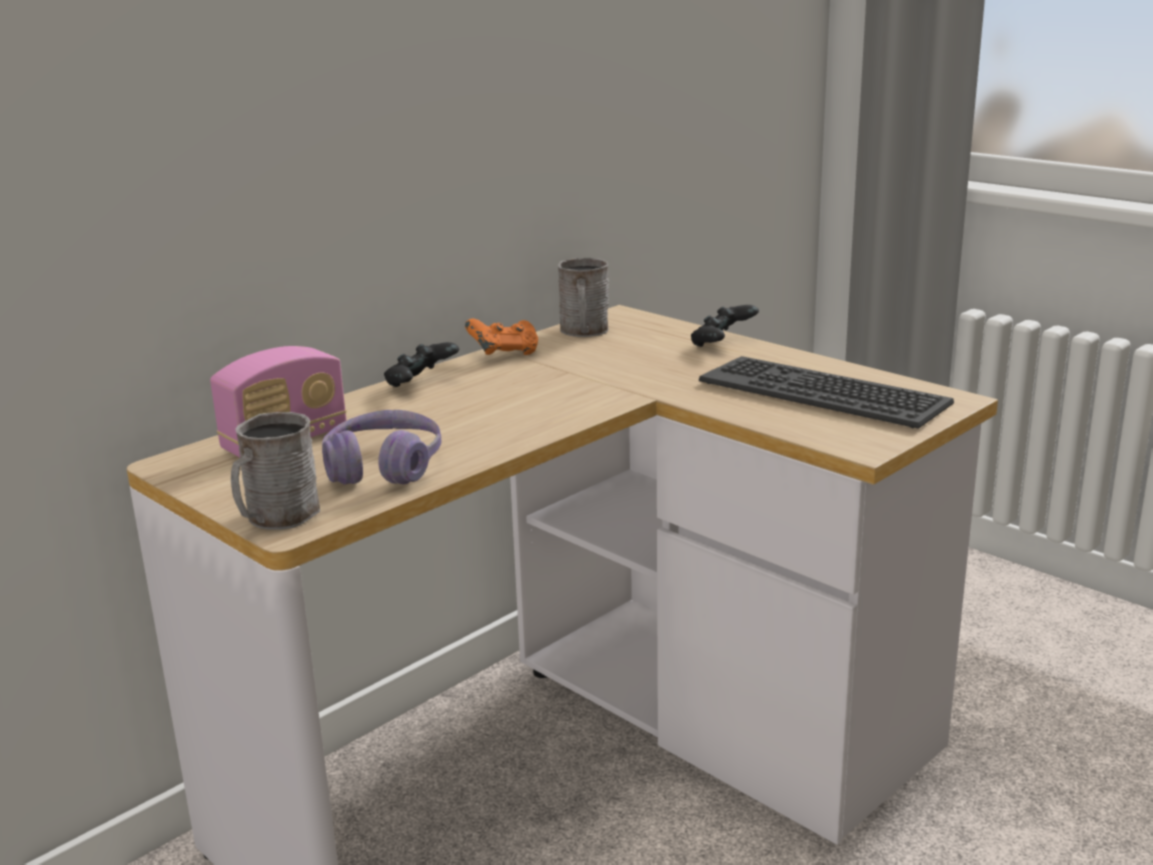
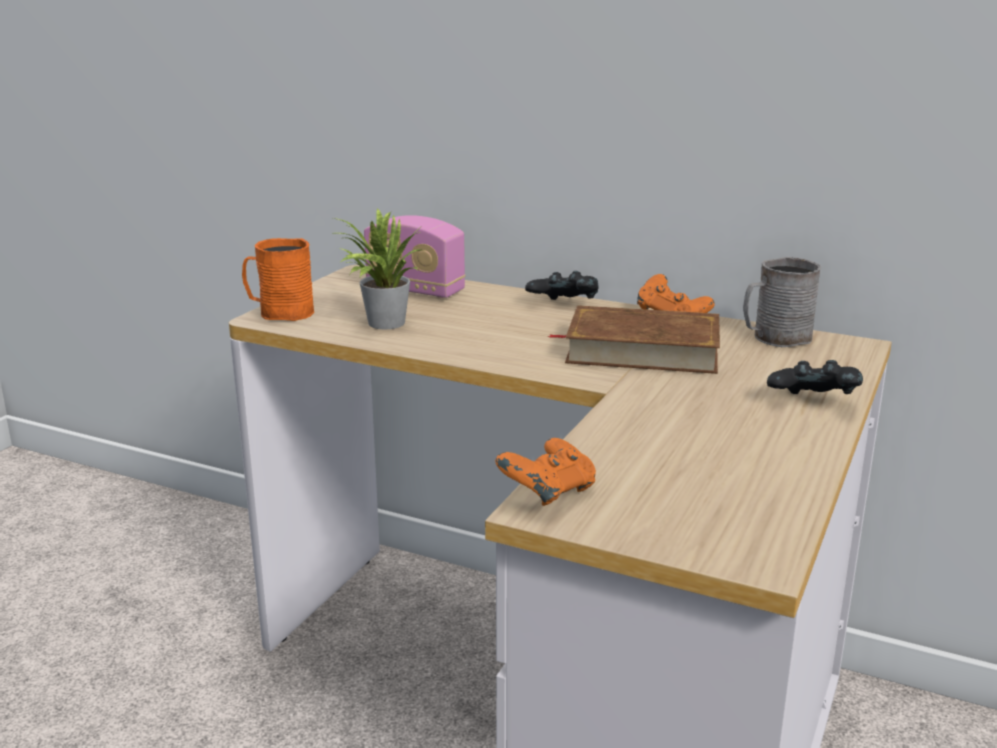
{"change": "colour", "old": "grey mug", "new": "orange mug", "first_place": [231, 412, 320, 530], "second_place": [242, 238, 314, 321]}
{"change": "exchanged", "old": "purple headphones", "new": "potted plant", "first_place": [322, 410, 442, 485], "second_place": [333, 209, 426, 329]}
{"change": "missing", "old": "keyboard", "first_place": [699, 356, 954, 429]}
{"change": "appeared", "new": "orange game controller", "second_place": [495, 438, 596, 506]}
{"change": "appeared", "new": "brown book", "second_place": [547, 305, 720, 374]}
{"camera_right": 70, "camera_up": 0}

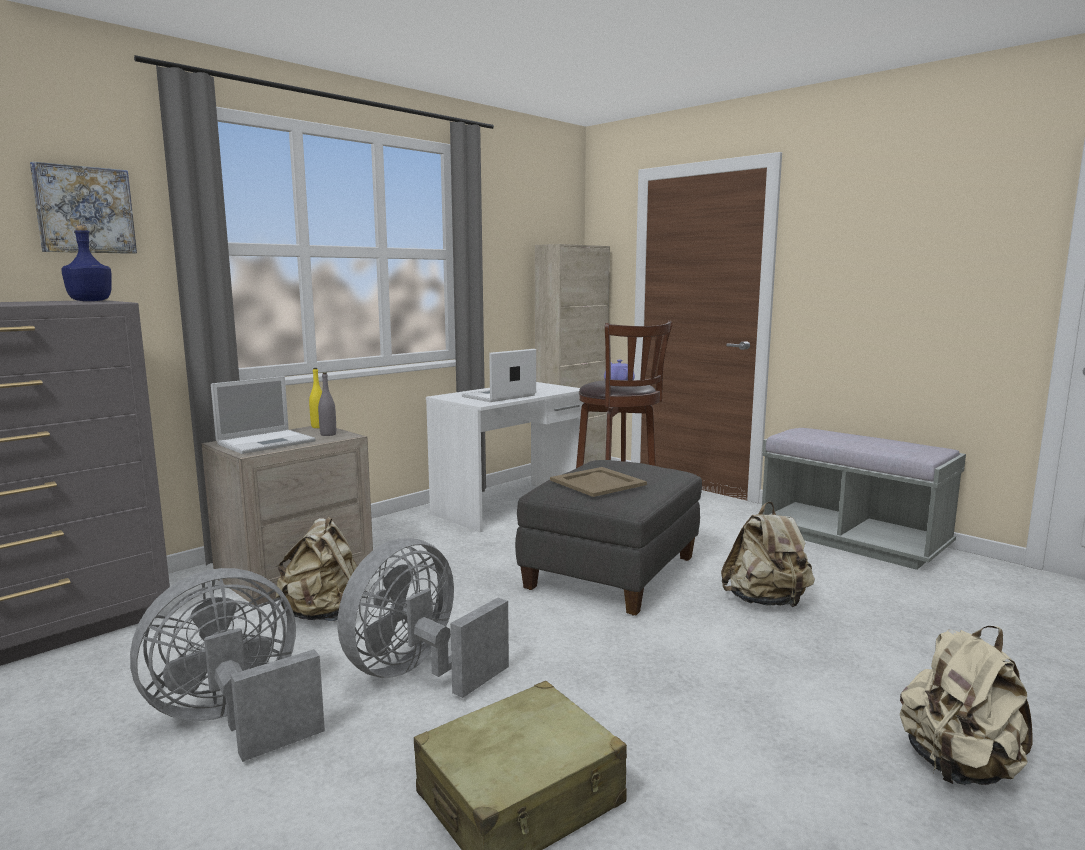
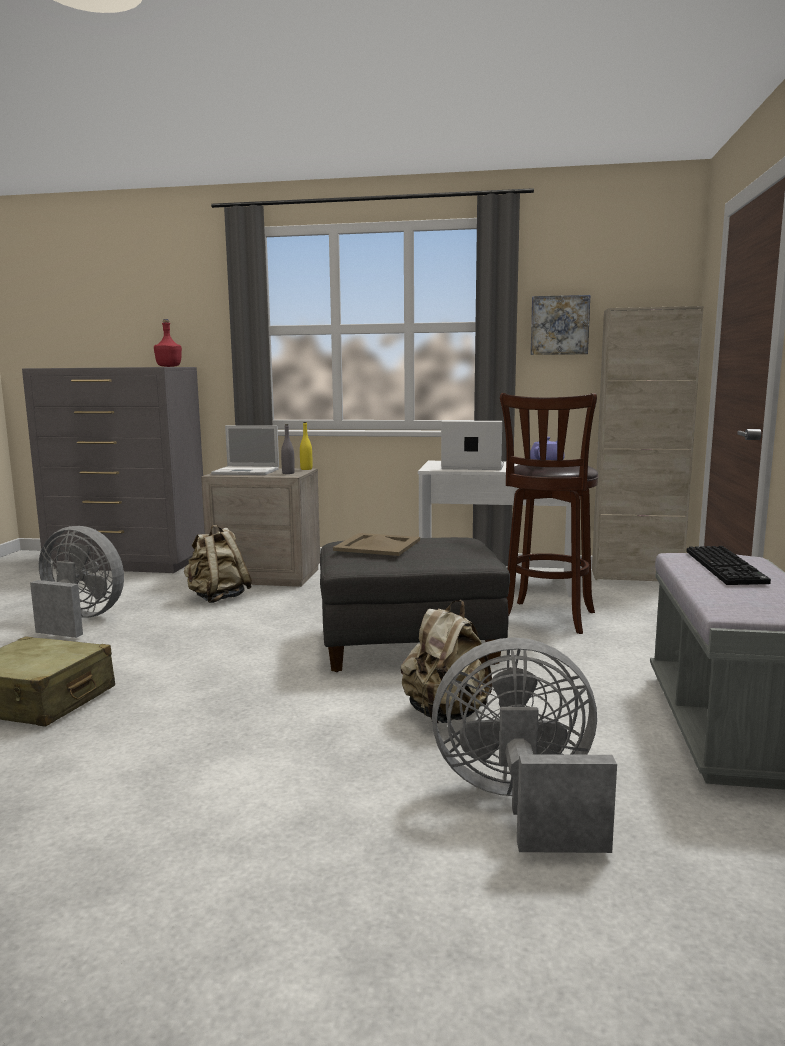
{"change": "relocated", "old": "picture", "first_place": [30, 161, 137, 254], "second_place": [531, 295, 590, 355]}
{"change": "colour", "old": "blue bottle", "new": "red bottle", "first_place": [61, 225, 112, 301], "second_place": [154, 319, 182, 367]}
{"change": "relocated", "old": "grey fan", "first_place": [337, 538, 509, 698], "second_place": [432, 638, 617, 853]}
{"change": "missing", "old": "beige backpack", "first_place": [900, 626, 1033, 785]}
{"change": "appeared", "new": "keyboard", "second_place": [687, 546, 771, 585]}
{"camera_right": 55, "camera_up": 0}

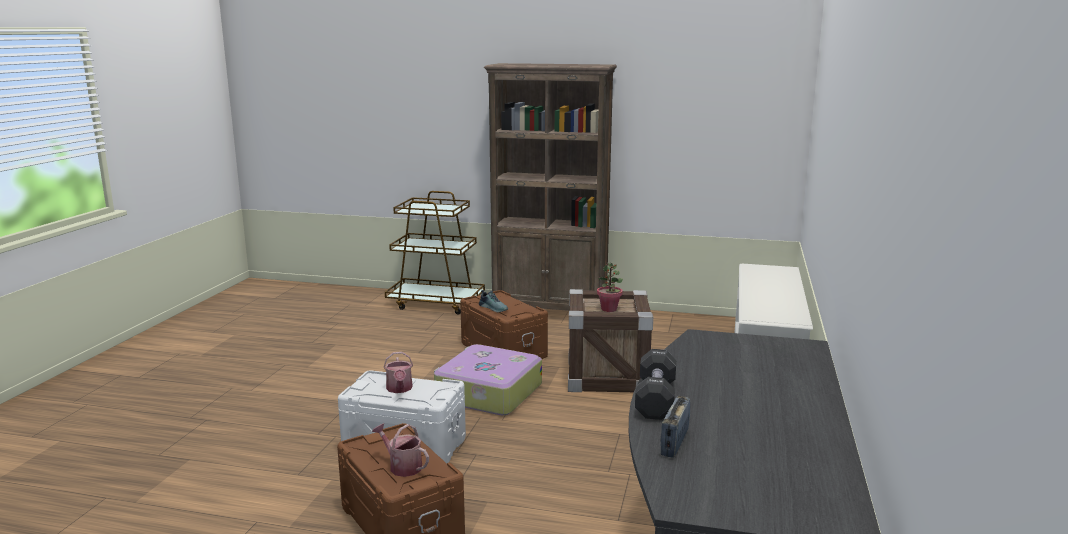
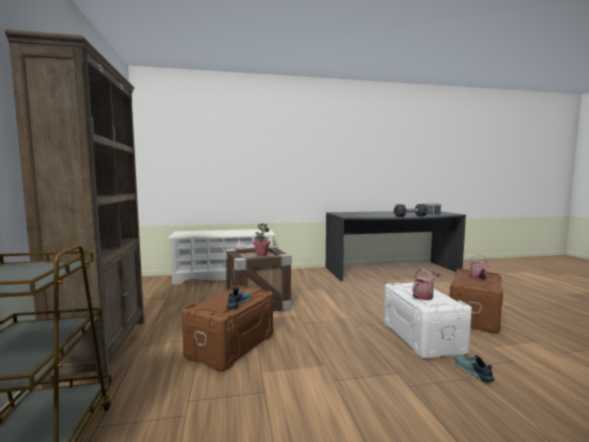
{"change": "missing", "old": "suitcase", "first_place": [434, 344, 542, 415]}
{"change": "appeared", "new": "shoe", "second_place": [454, 355, 494, 383]}
{"camera_right": -115, "camera_up": -10}

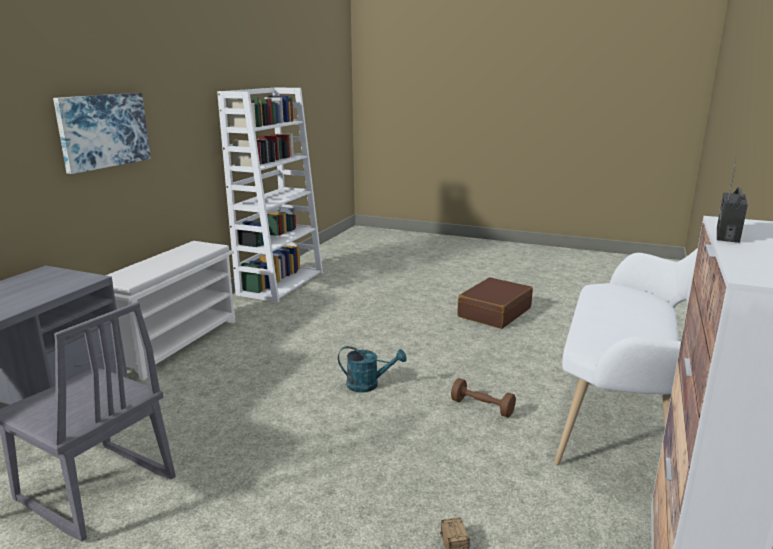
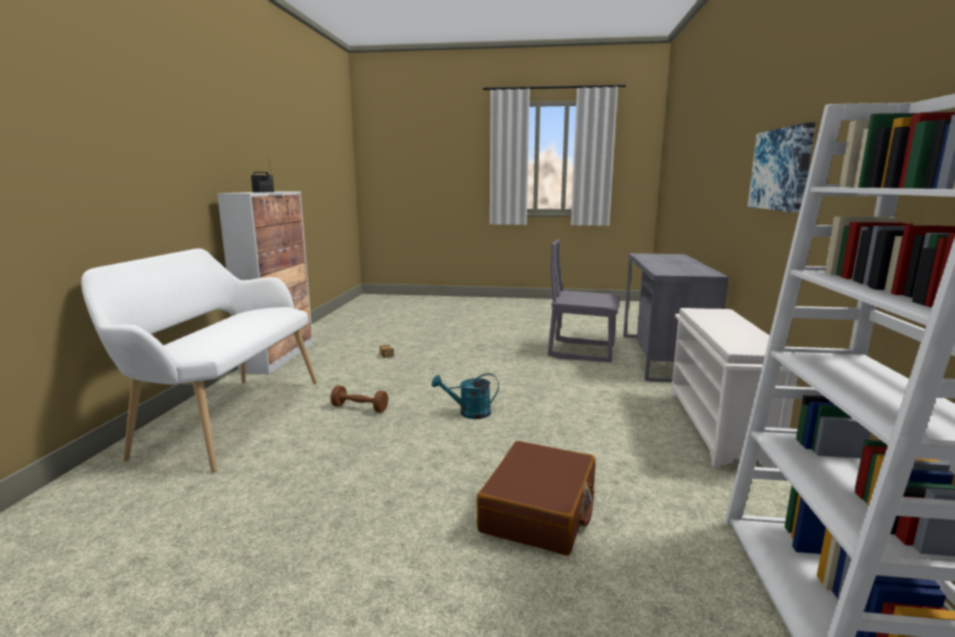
{"change": "relocated", "old": "brown suitcase", "first_place": [457, 277, 533, 329], "second_place": [477, 441, 595, 556]}
{"camera_right": 165, "camera_up": -5}

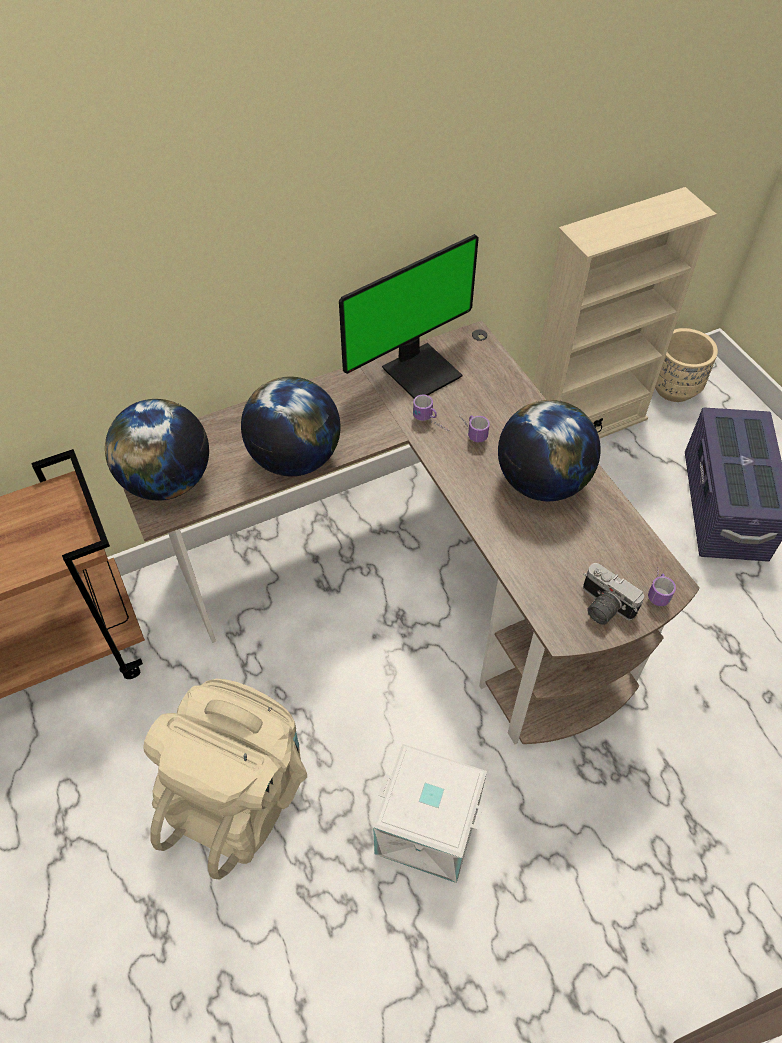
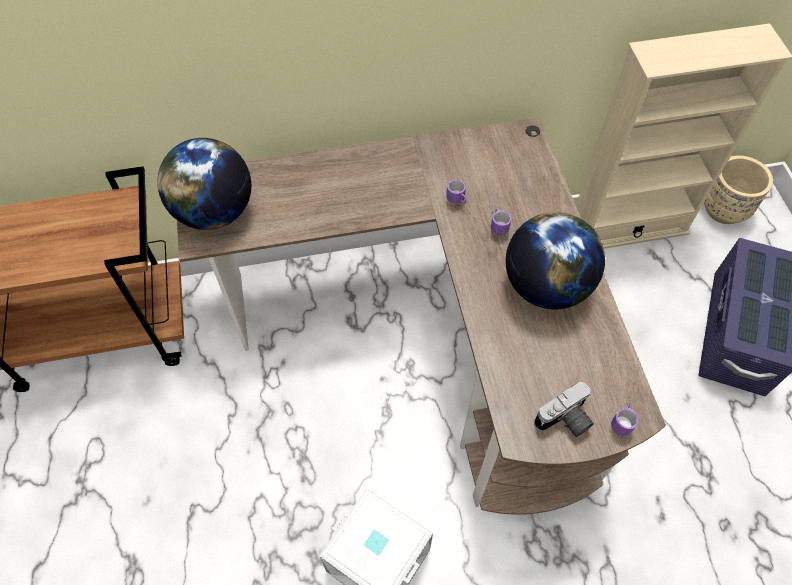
{"change": "missing", "old": "beige backpack", "first_place": [143, 679, 307, 880]}
{"change": "missing", "old": "globe", "first_place": [241, 377, 341, 476]}
{"change": "missing", "old": "monitor", "first_place": [339, 234, 479, 398]}
{"change": "spun", "old": "photo camera", "first_place": [583, 563, 644, 625], "second_place": [534, 382, 594, 437], "degrees": -90}
{"camera_right": 15, "camera_up": 5}

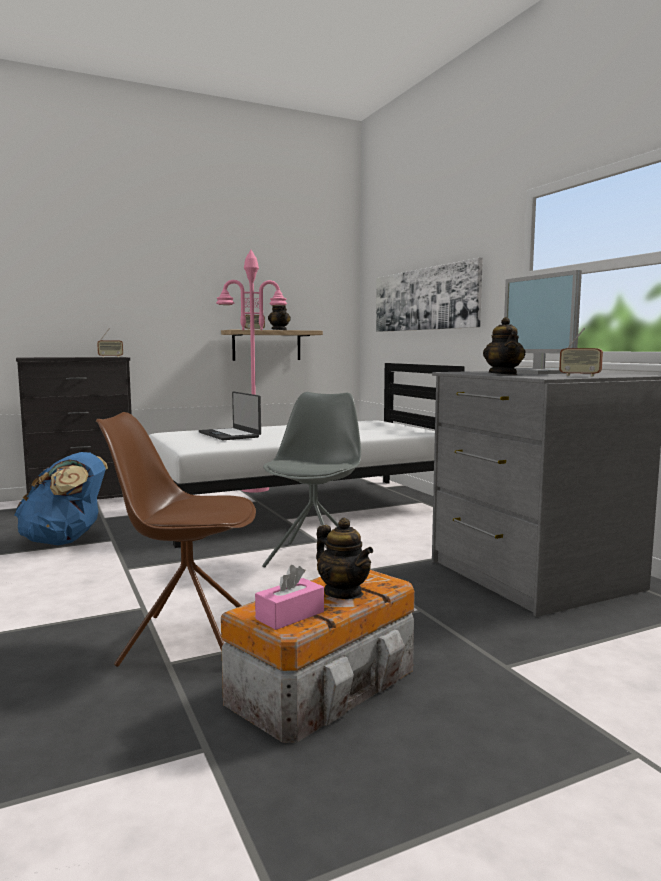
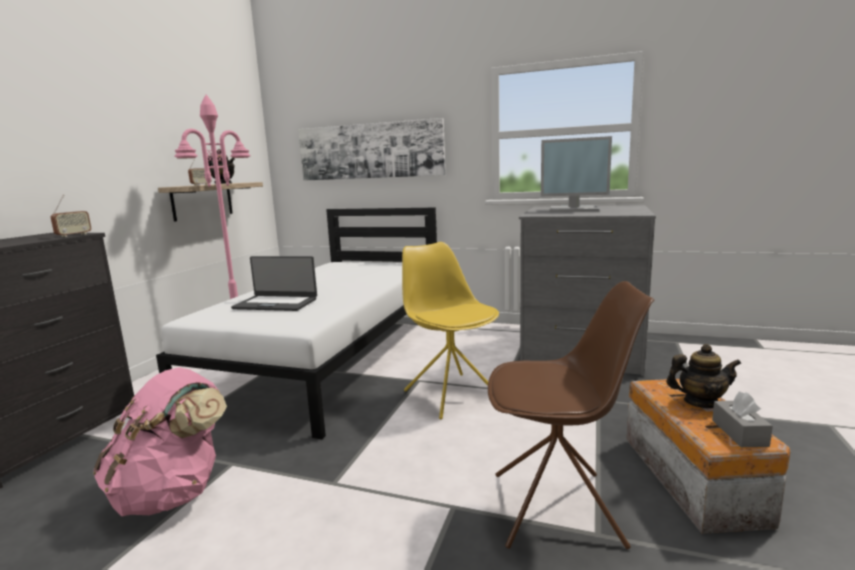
{"change": "colour", "old": "blue backpack", "new": "pink backpack", "first_place": [15, 452, 108, 545], "second_place": [93, 367, 227, 516]}
{"change": "spun", "old": "brown chair", "first_place": [96, 412, 256, 667], "second_place": [488, 281, 654, 549], "degrees": -135}
{"change": "colour", "old": "pink tissue box", "new": "grey tissue box", "first_place": [255, 565, 324, 630], "second_place": [712, 392, 773, 447]}
{"change": "colour", "old": "grey chair", "new": "yellow chair", "first_place": [262, 392, 361, 568], "second_place": [402, 242, 499, 419]}
{"change": "missing", "old": "teapot", "first_place": [483, 317, 526, 375]}
{"change": "missing", "old": "radio", "first_place": [559, 328, 603, 376]}
{"camera_right": -45, "camera_up": 5}

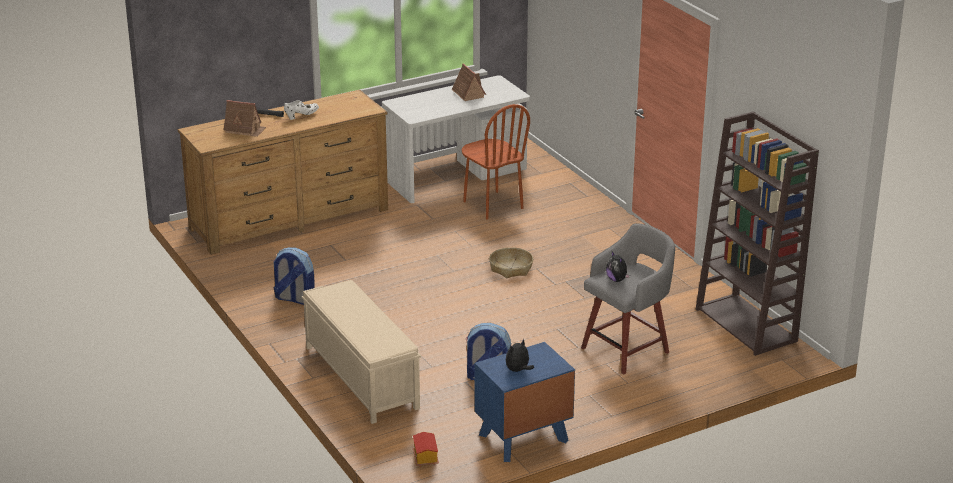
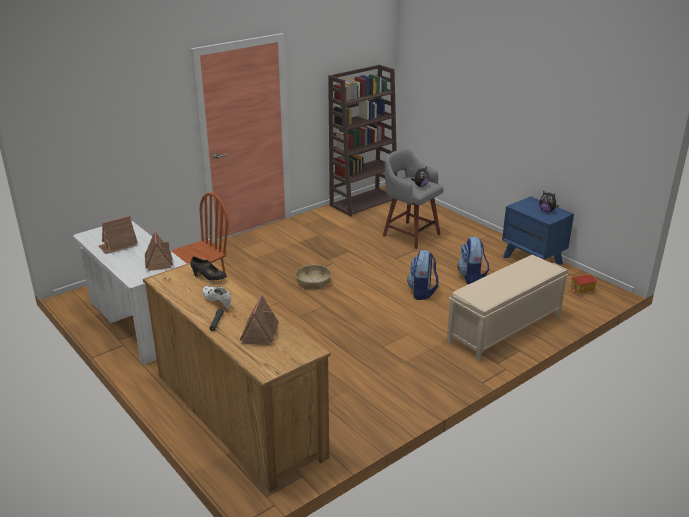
{"change": "relocated", "old": "backpack", "first_place": [273, 247, 315, 305], "second_place": [407, 250, 439, 300]}
{"change": "appeared", "new": "toy house", "second_place": [145, 230, 173, 271]}
{"change": "appeared", "new": "black shoe", "second_place": [191, 257, 227, 280]}
{"camera_right": -100, "camera_up": 0}

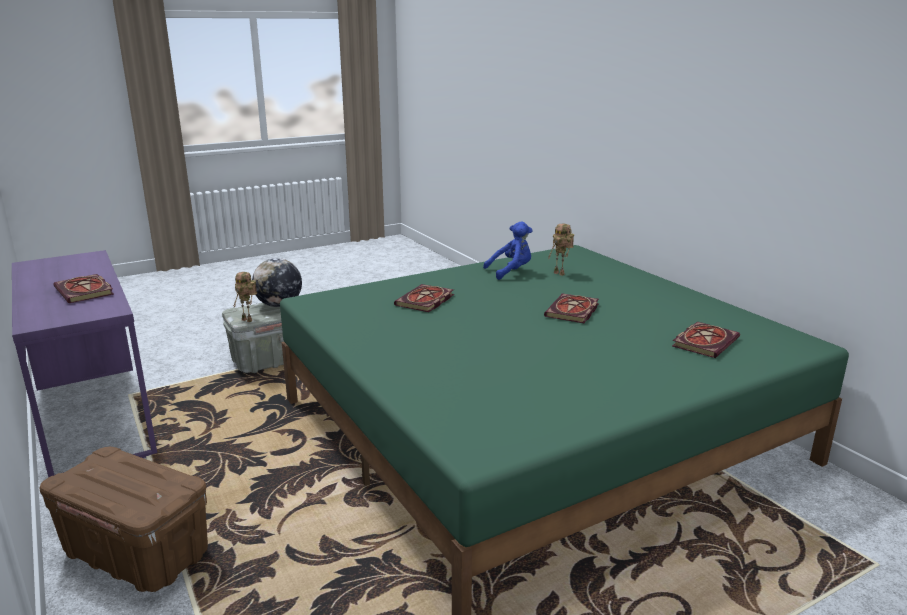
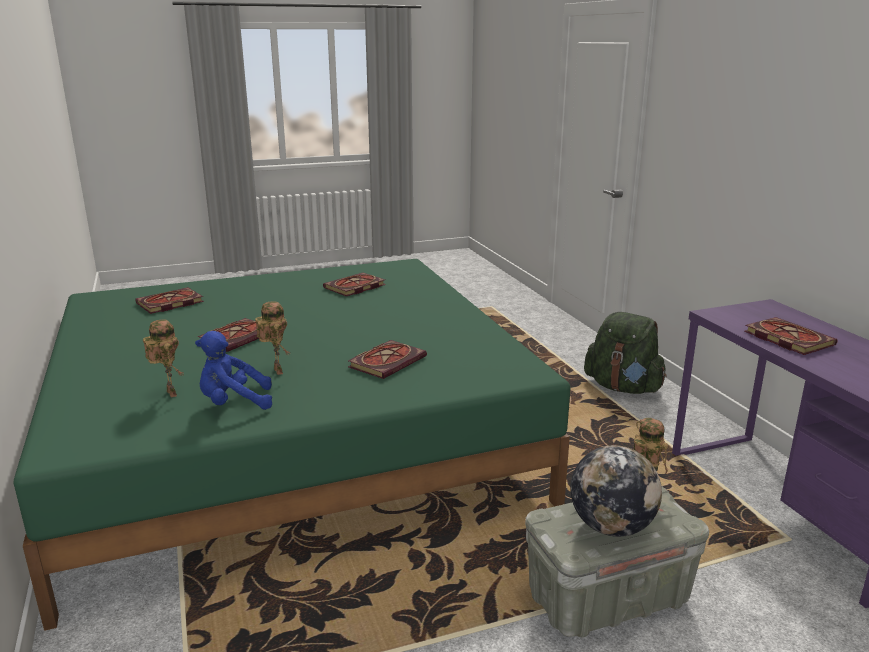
{"change": "exchanged", "old": "brown storage box", "new": "green backpack", "first_place": [39, 447, 208, 592], "second_place": [584, 312, 667, 394]}
{"change": "appeared", "new": "toy robot", "second_place": [255, 301, 290, 375]}
{"change": "appeared", "new": "book", "second_place": [323, 273, 386, 296]}
{"camera_right": -170, "camera_up": 0}

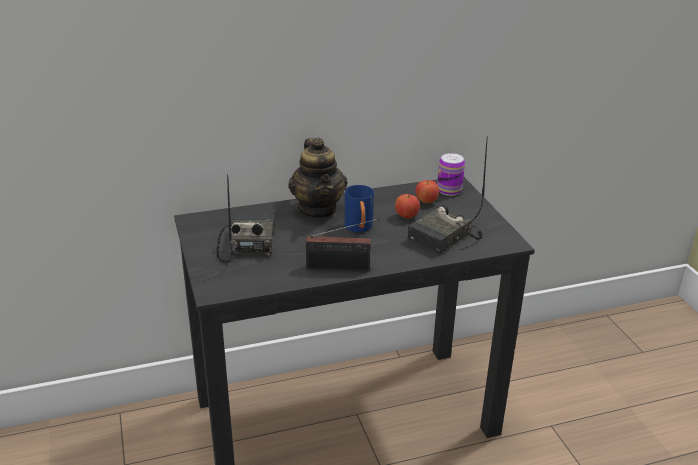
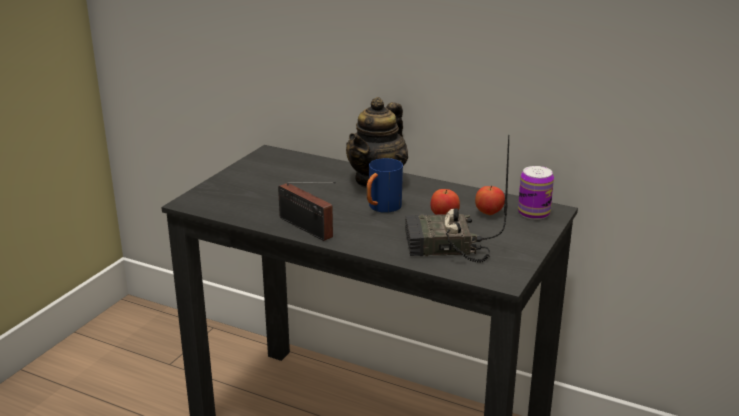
{"change": "missing", "old": "radio", "first_place": [216, 174, 275, 262]}
{"camera_right": 45, "camera_up": -5}

